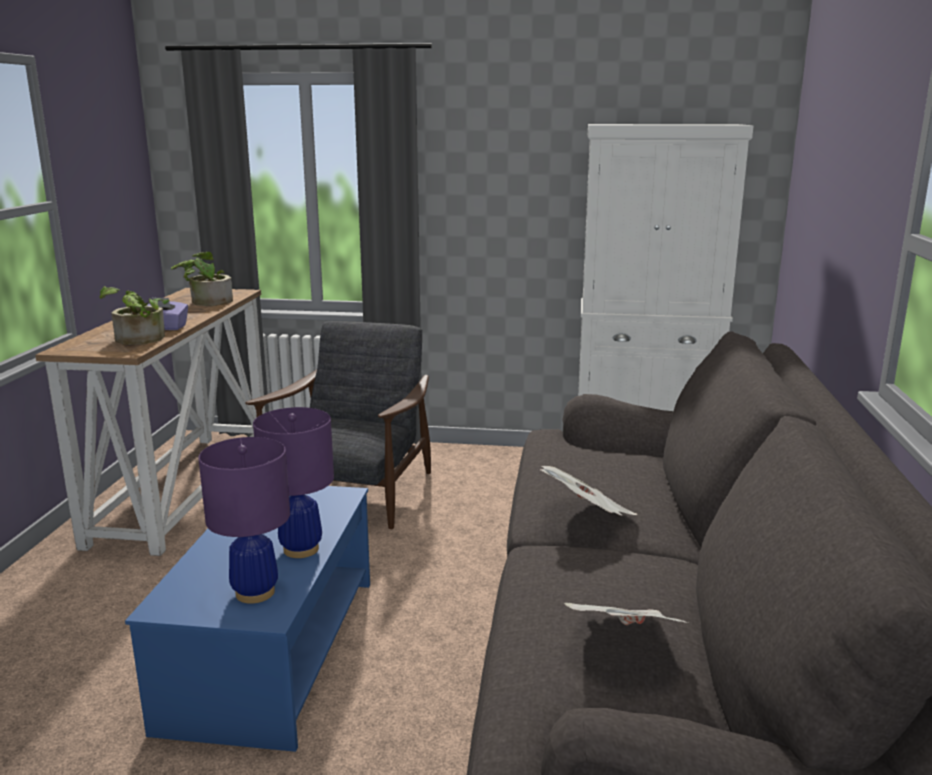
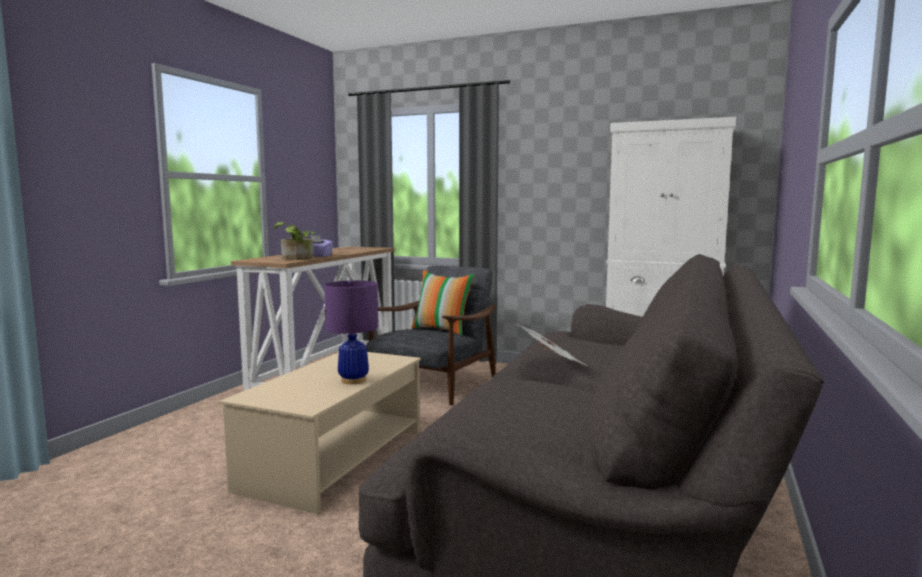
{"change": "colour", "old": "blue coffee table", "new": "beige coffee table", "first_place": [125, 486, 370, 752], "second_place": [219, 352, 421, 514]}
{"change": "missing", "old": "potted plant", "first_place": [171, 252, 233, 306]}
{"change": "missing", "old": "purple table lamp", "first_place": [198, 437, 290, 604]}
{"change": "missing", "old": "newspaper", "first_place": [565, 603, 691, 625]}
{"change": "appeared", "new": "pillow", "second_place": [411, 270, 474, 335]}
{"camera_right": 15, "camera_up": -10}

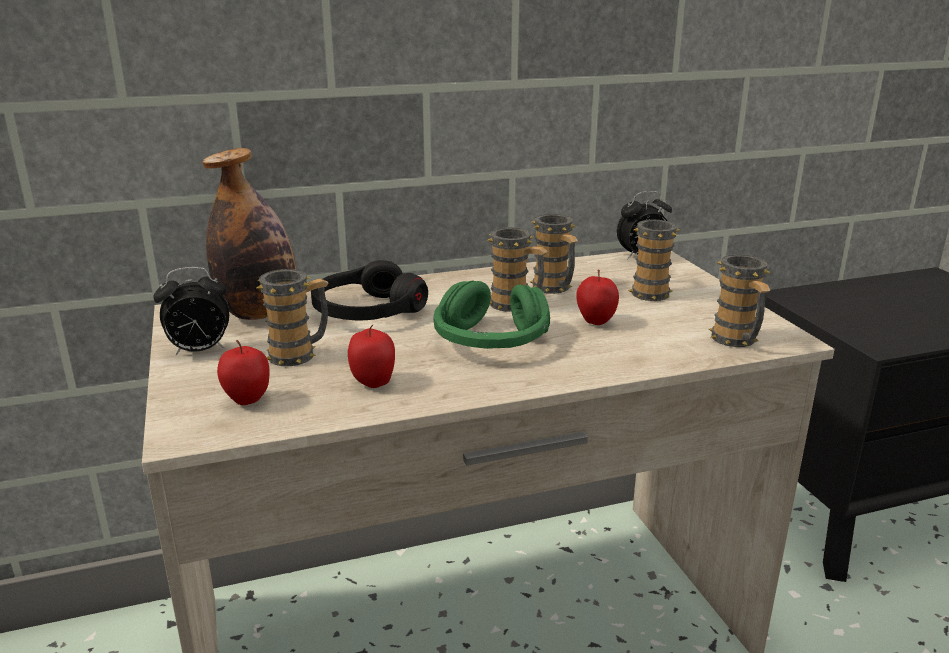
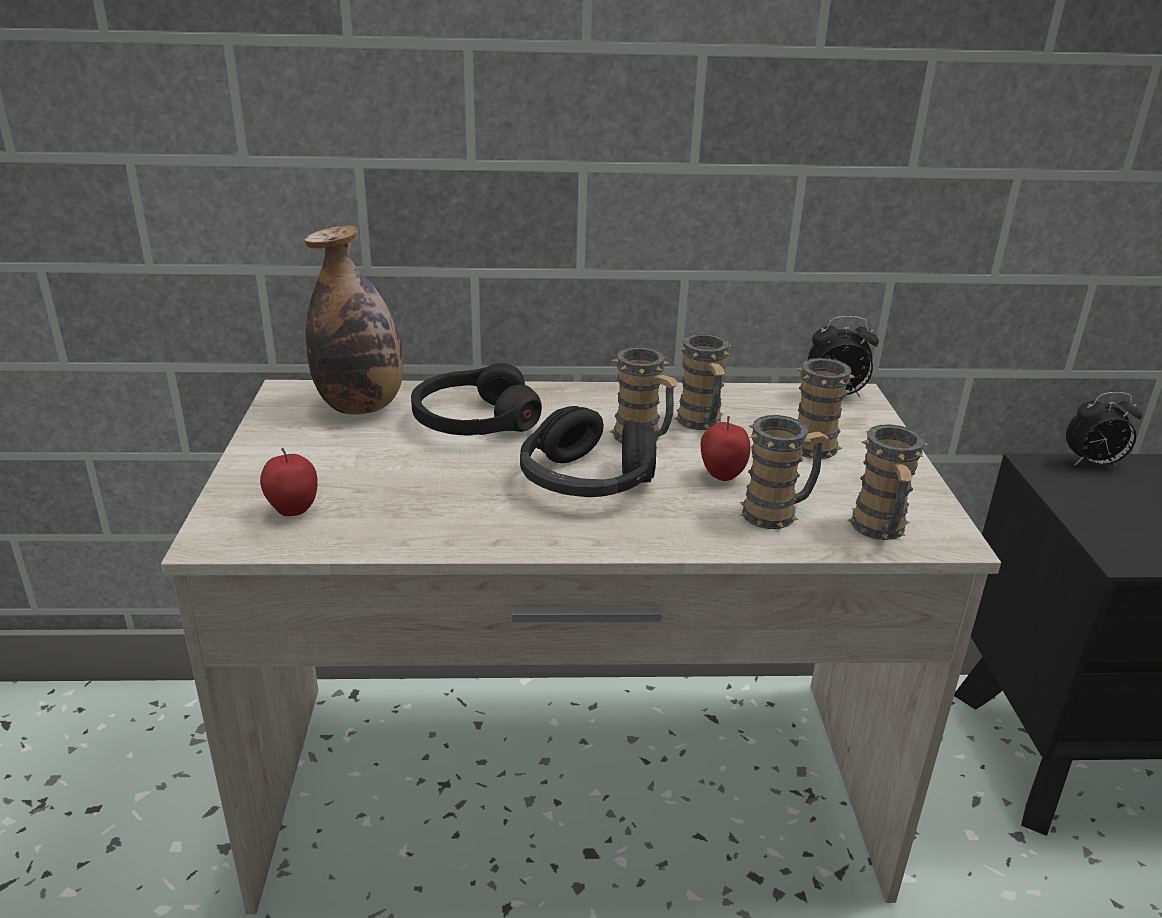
{"change": "relocated", "old": "alarm clock", "first_place": [153, 267, 229, 355], "second_place": [1066, 392, 1142, 466]}
{"change": "relocated", "old": "mug", "first_place": [257, 269, 329, 366], "second_place": [739, 415, 829, 529]}
{"change": "missing", "old": "apple", "first_place": [348, 324, 395, 388]}
{"change": "colour", "old": "green headphones", "new": "black headphones", "first_place": [434, 280, 550, 349], "second_place": [520, 406, 657, 497]}
{"camera_right": 15, "camera_up": 5}

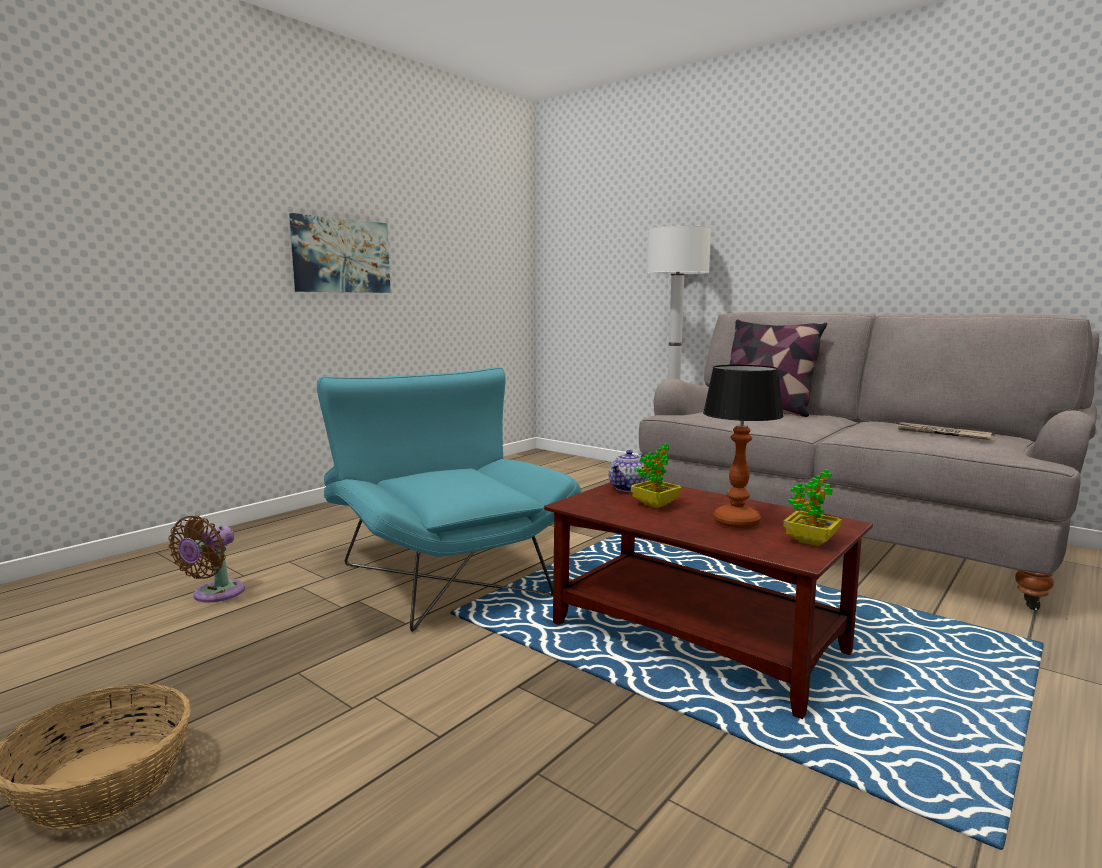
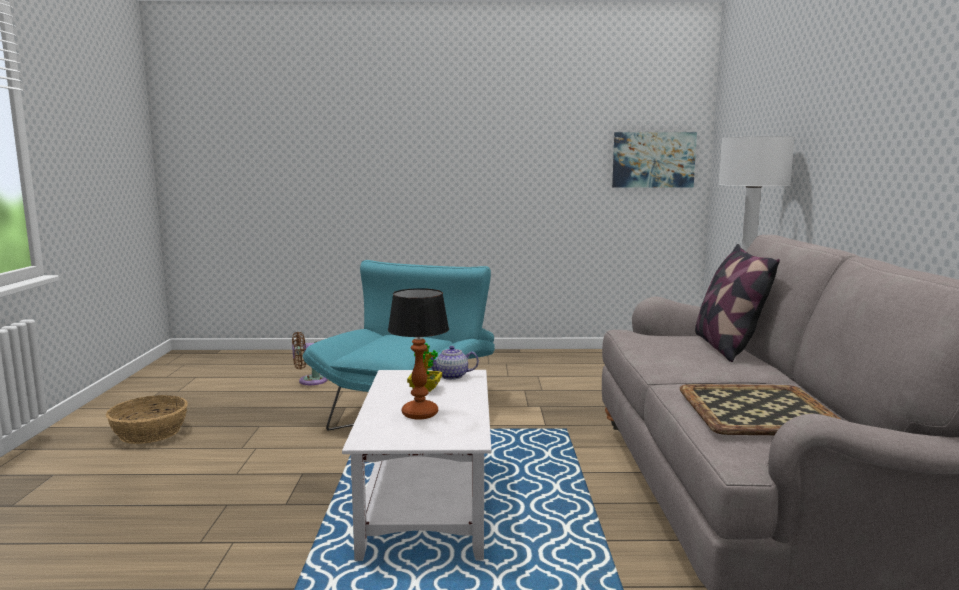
{"change": "relocated", "old": "picture", "first_place": [289, 213, 391, 293], "second_place": [612, 132, 697, 187]}
{"change": "colour", "old": "brown coffee table", "new": "white coffee table", "first_place": [544, 480, 873, 719], "second_place": [342, 370, 492, 561]}
{"change": "missing", "old": "potted plant", "first_place": [783, 469, 842, 546]}
{"change": "exchanged", "old": "newspaper", "new": "tray", "first_place": [896, 422, 995, 440], "second_place": [680, 384, 842, 435]}
{"camera_right": 50, "camera_up": 0}

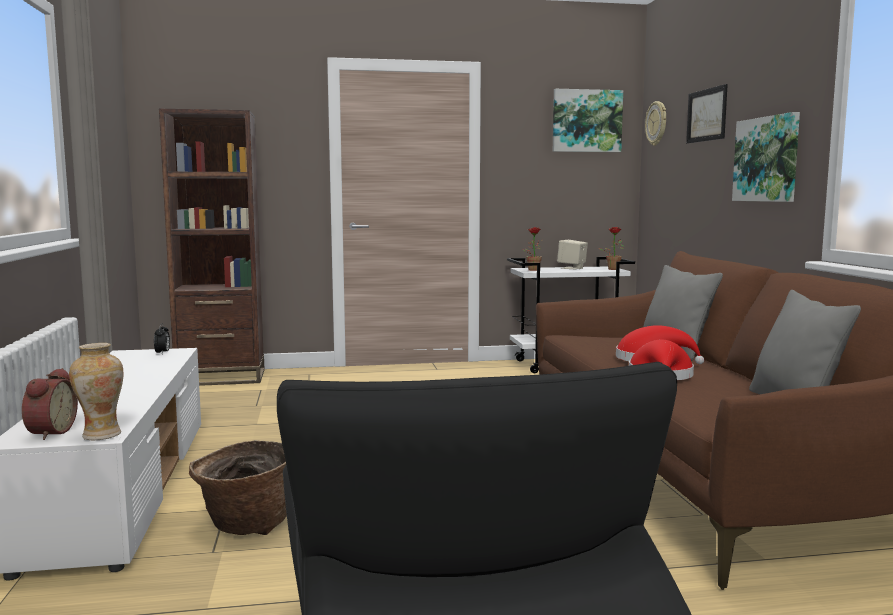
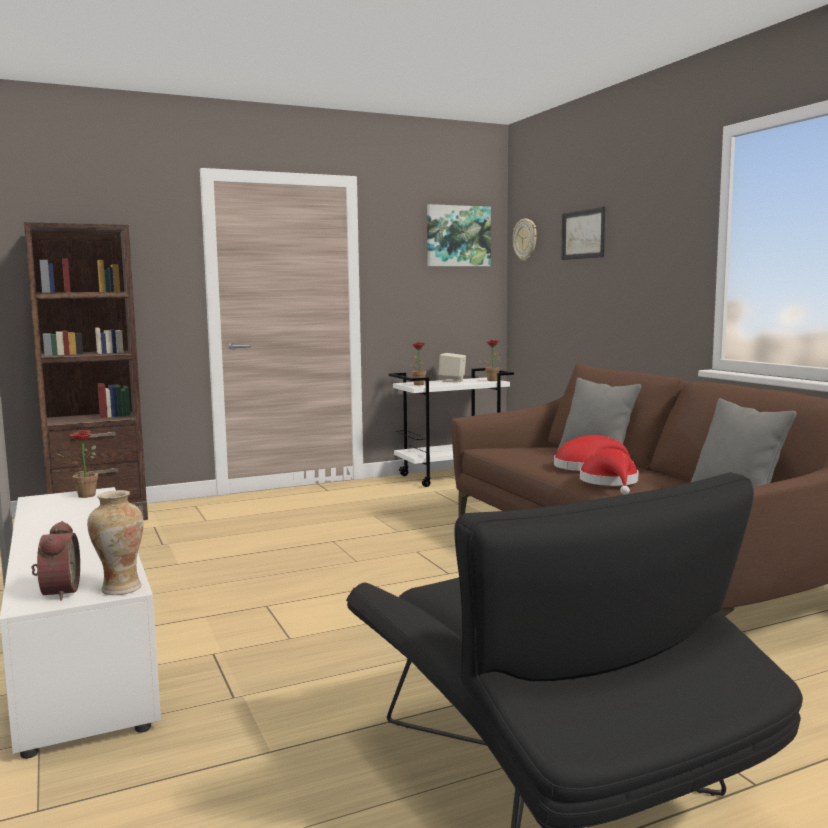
{"change": "exchanged", "old": "alarm clock", "new": "potted plant", "first_place": [154, 323, 170, 354], "second_place": [55, 430, 100, 498]}
{"change": "missing", "old": "basket", "first_place": [189, 440, 287, 535]}
{"change": "missing", "old": "picture", "first_place": [732, 112, 800, 202]}
{"camera_right": -15, "camera_up": 0}

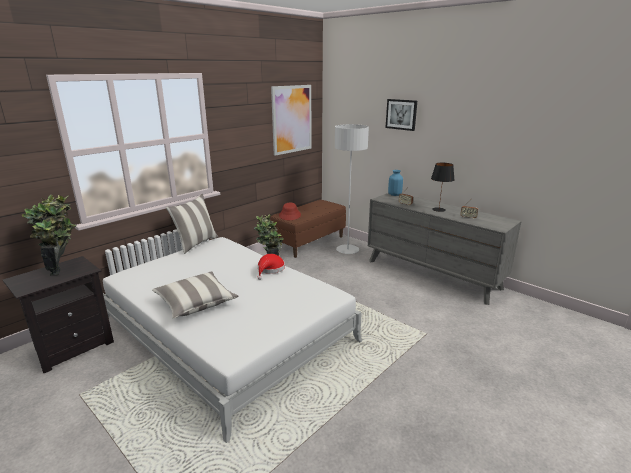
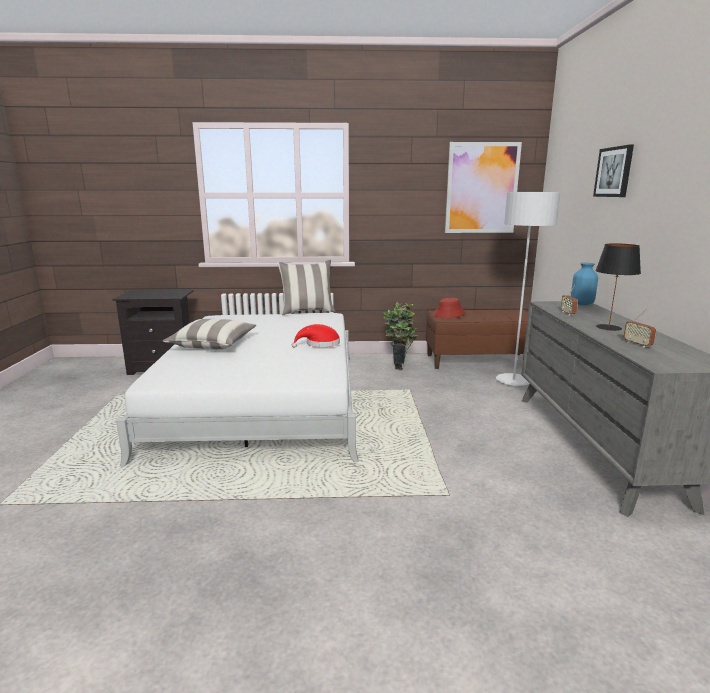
{"change": "missing", "old": "potted plant", "first_place": [22, 195, 77, 276]}
{"camera_right": 45, "camera_up": -5}

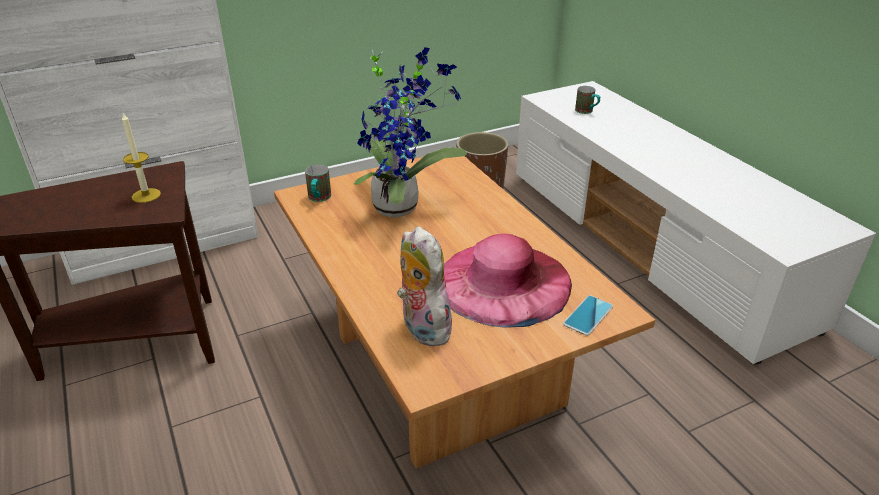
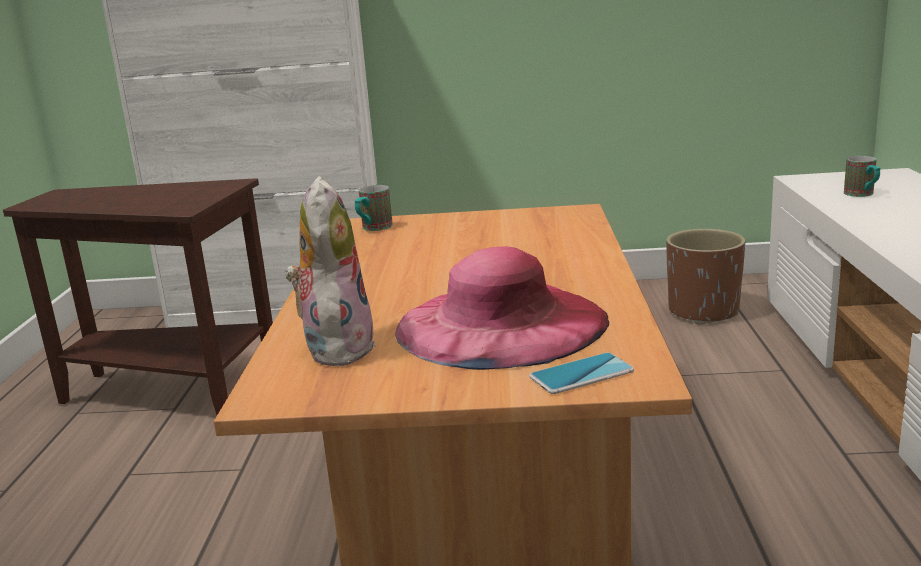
{"change": "missing", "old": "candle", "first_place": [122, 113, 161, 203]}
{"change": "missing", "old": "potted plant", "first_place": [354, 47, 467, 217]}
{"camera_right": 30, "camera_up": -15}

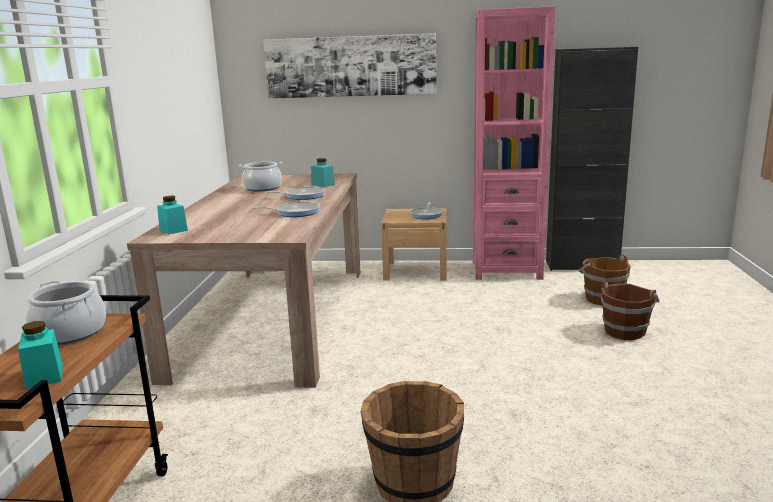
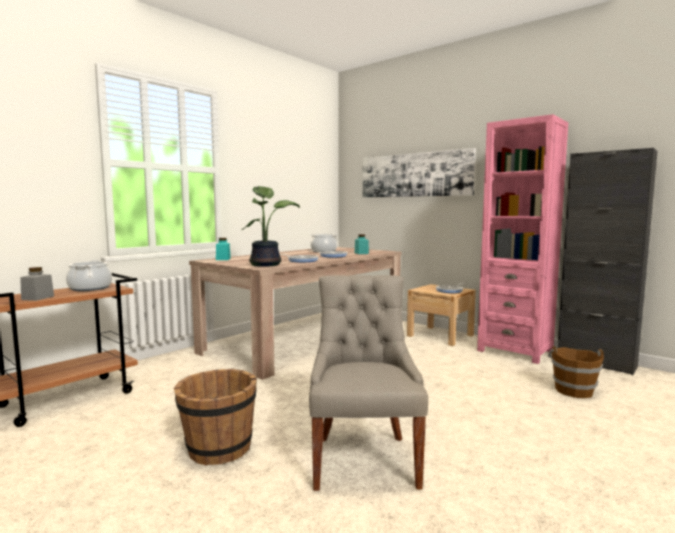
{"change": "colour", "old": "turquoise jar", "new": "grey jar", "first_place": [18, 321, 63, 389], "second_place": [20, 267, 54, 301]}
{"change": "missing", "old": "brown bucket", "first_place": [601, 280, 659, 340]}
{"change": "appeared", "new": "potted plant", "second_place": [242, 186, 300, 267]}
{"change": "appeared", "new": "grey chair", "second_place": [309, 275, 428, 491]}
{"camera_right": 35, "camera_up": -10}

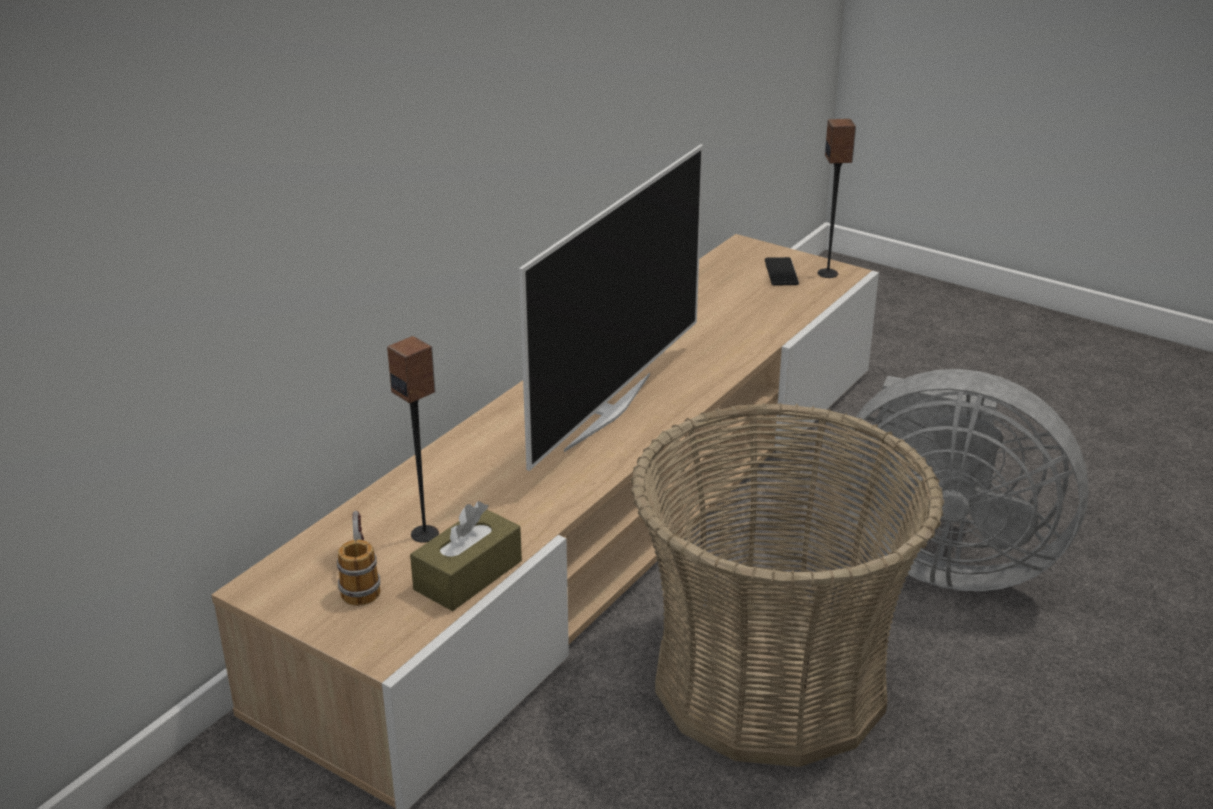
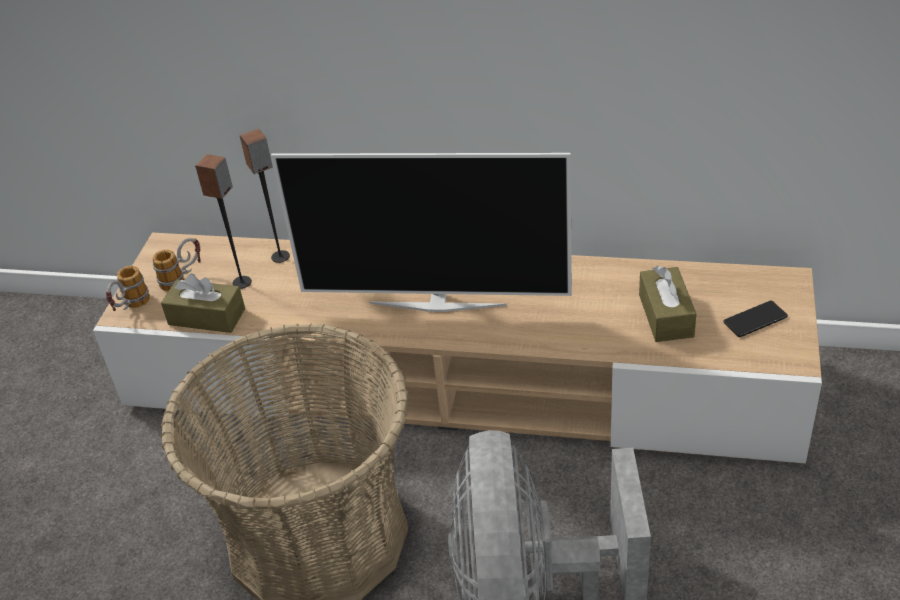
{"change": "relocated", "old": "speaker", "first_place": [818, 119, 856, 278], "second_place": [240, 128, 290, 263]}
{"change": "appeared", "new": "mug", "second_place": [106, 266, 150, 311]}
{"change": "appeared", "new": "brown tissue box", "second_place": [639, 266, 696, 342]}
{"camera_right": 70, "camera_up": 10}

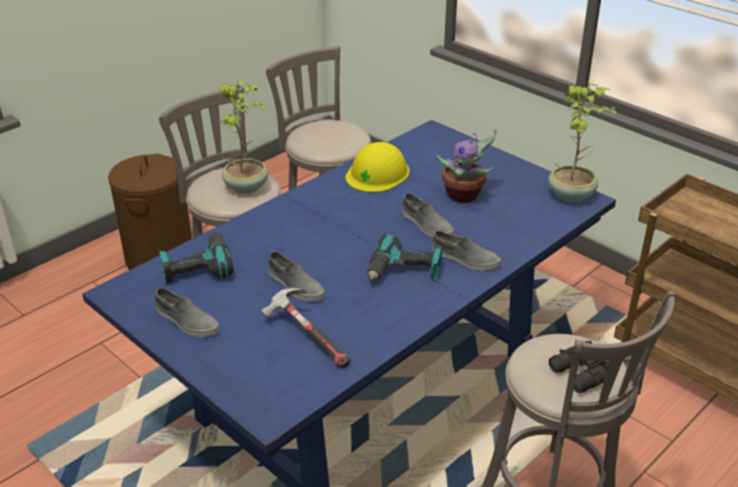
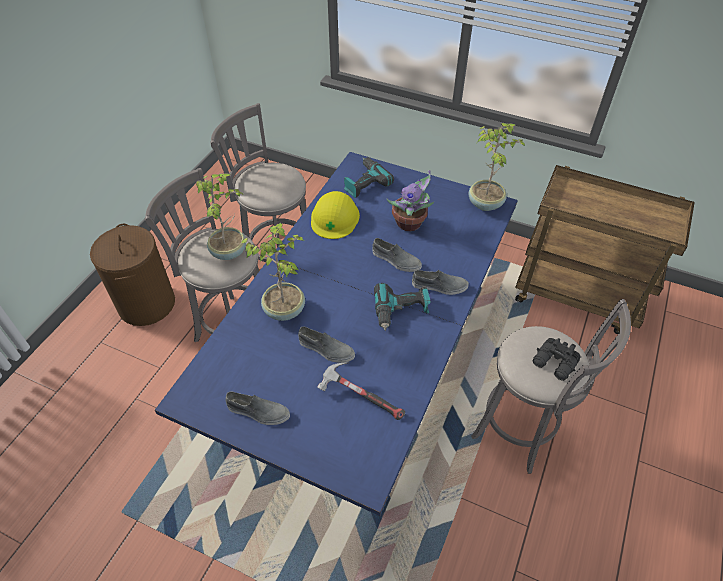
{"change": "relocated", "old": "power drill", "first_place": [159, 232, 234, 284], "second_place": [344, 157, 394, 198]}
{"change": "appeared", "new": "potted plant", "second_place": [241, 223, 305, 321]}
{"camera_right": -20, "camera_up": 15}

